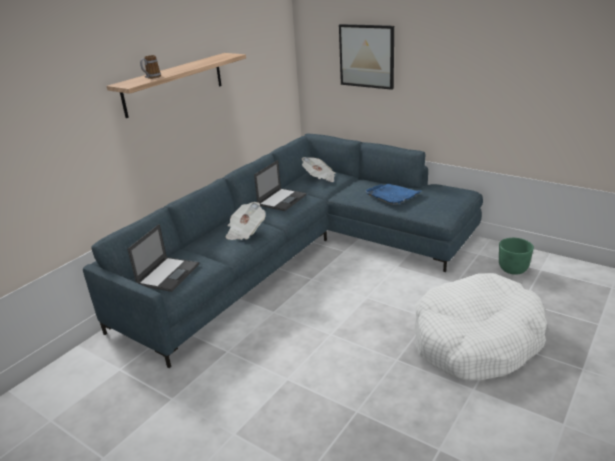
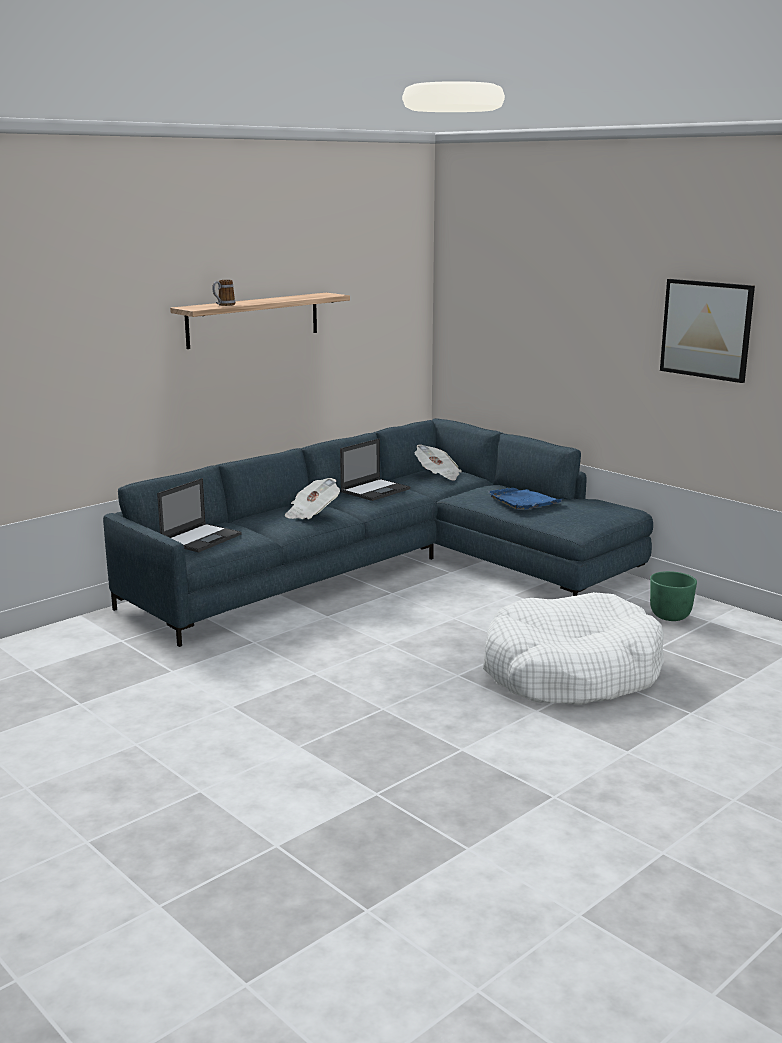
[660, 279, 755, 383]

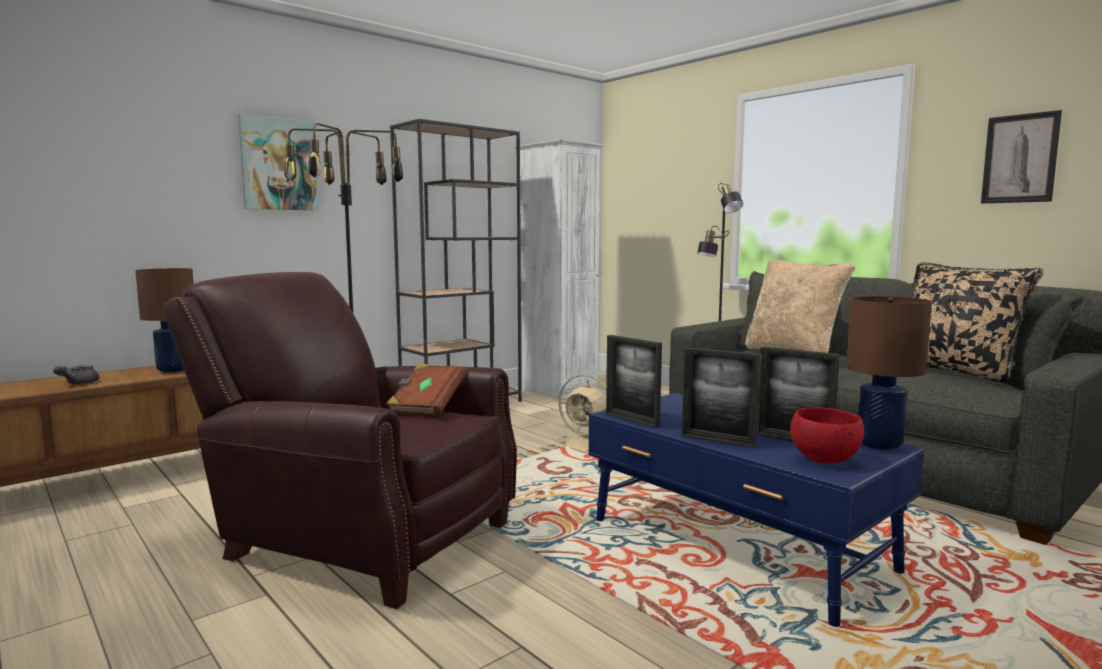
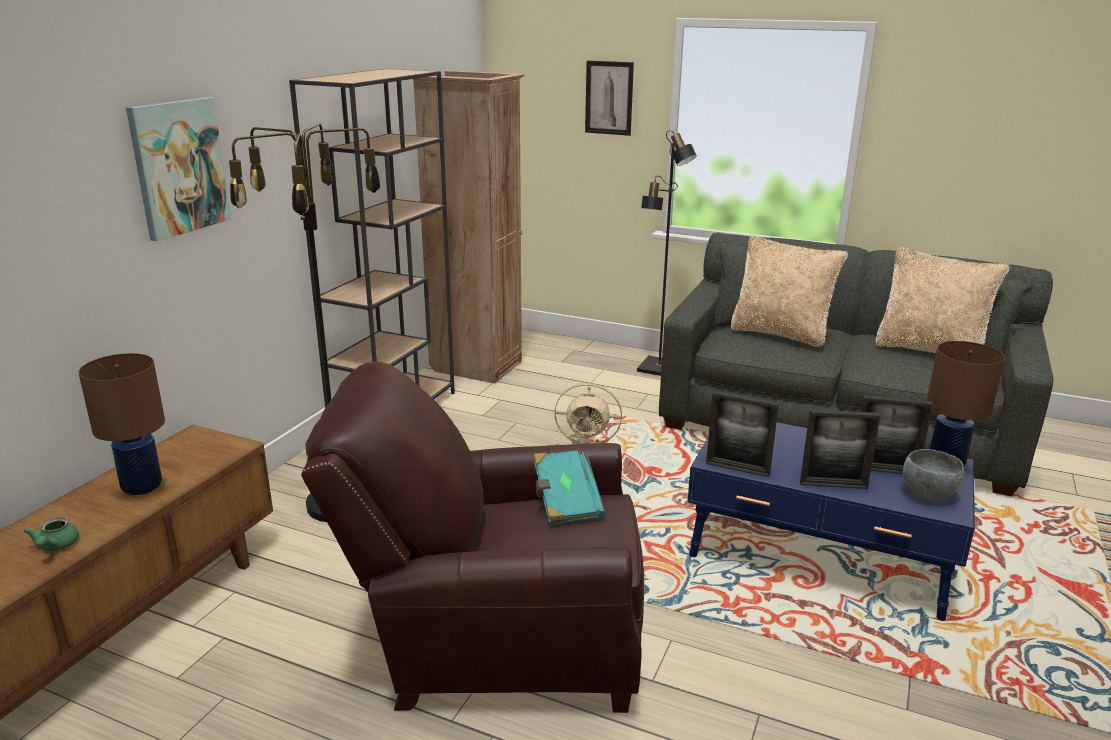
[24, 517, 79, 551]
[534, 450, 606, 525]
[413, 70, 525, 383]
[903, 449, 964, 500]
[875, 247, 1010, 354]
[585, 61, 634, 136]

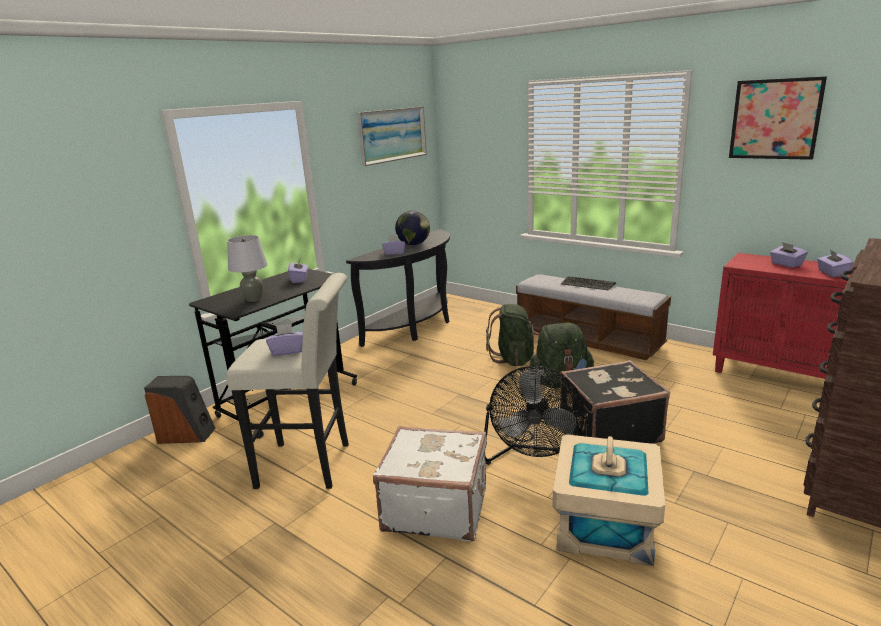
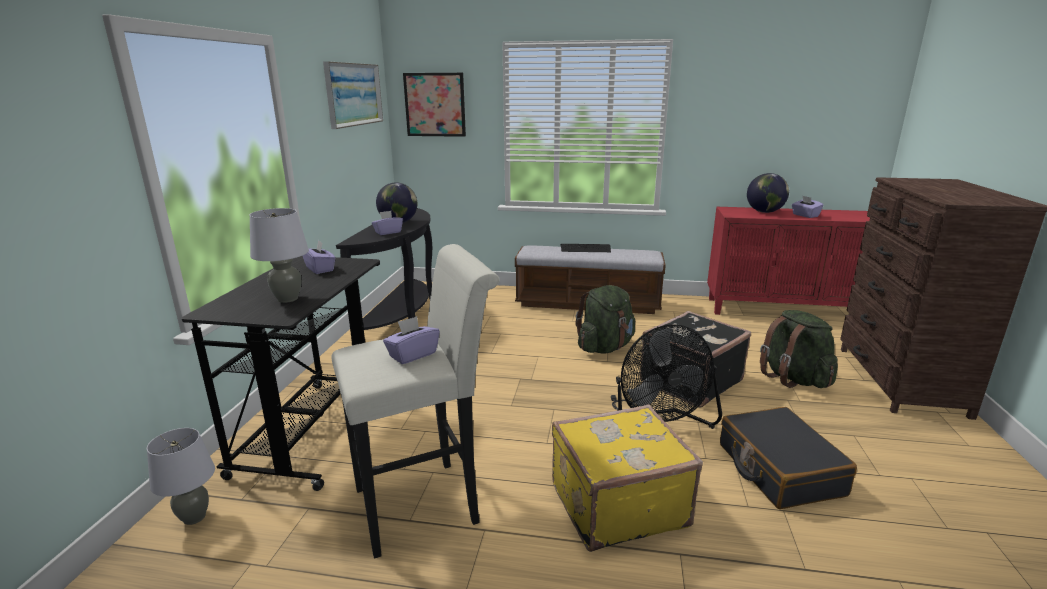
[147, 428, 215, 525]
[552, 404, 703, 552]
[760, 310, 838, 388]
[720, 407, 857, 509]
[403, 73, 466, 137]
[747, 173, 789, 213]

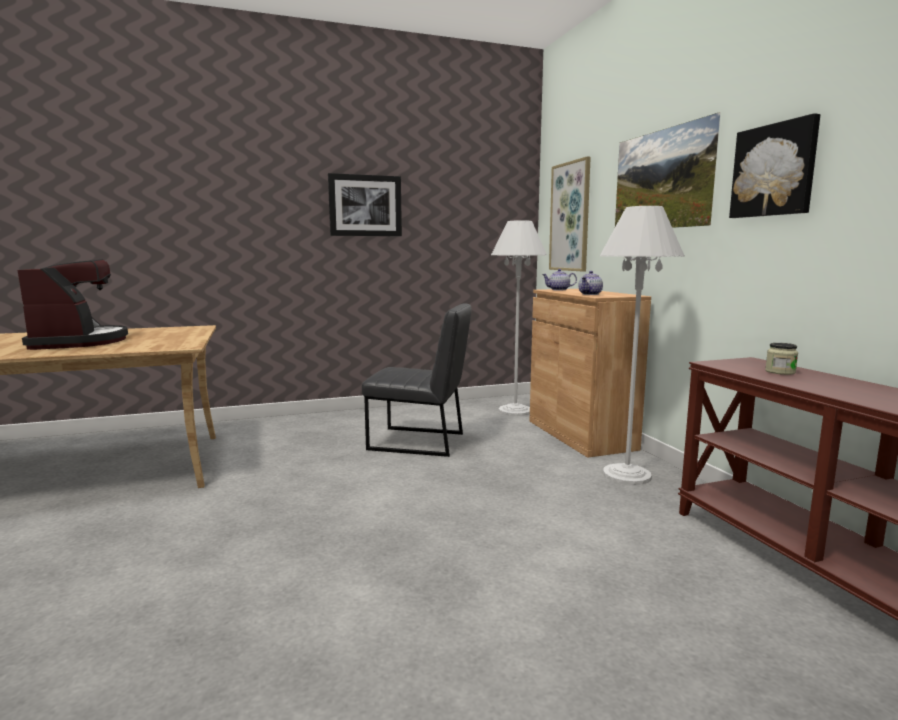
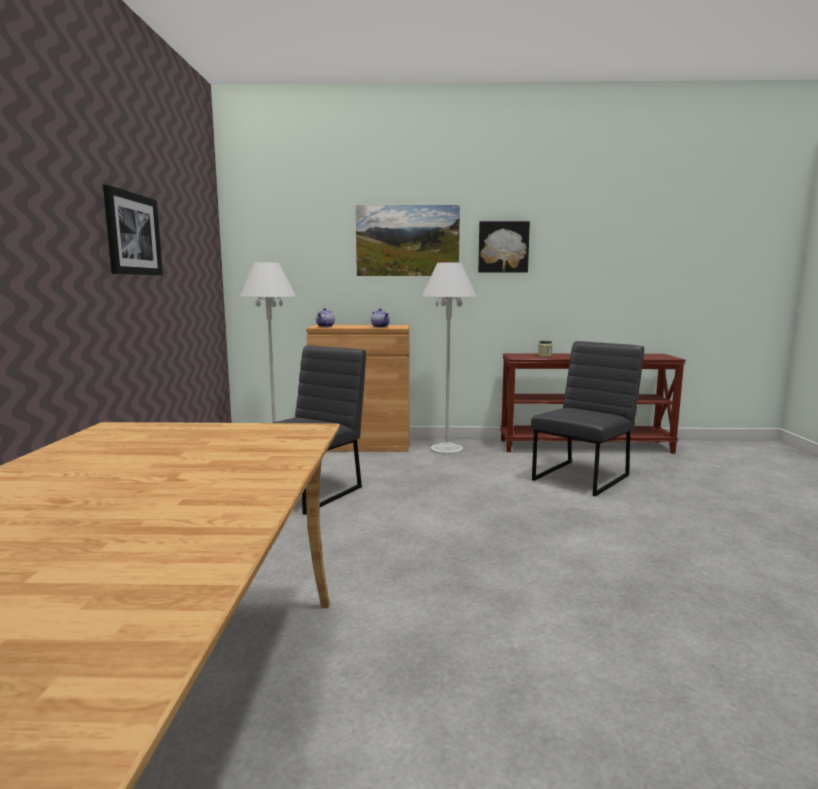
[17, 259, 128, 350] (first image)
[549, 156, 591, 272] (first image)
[531, 341, 644, 497]

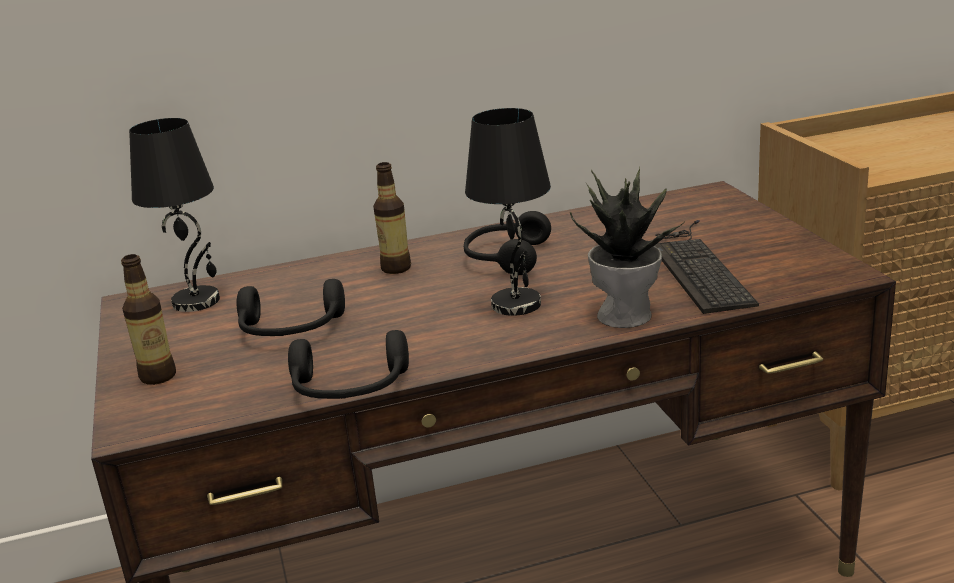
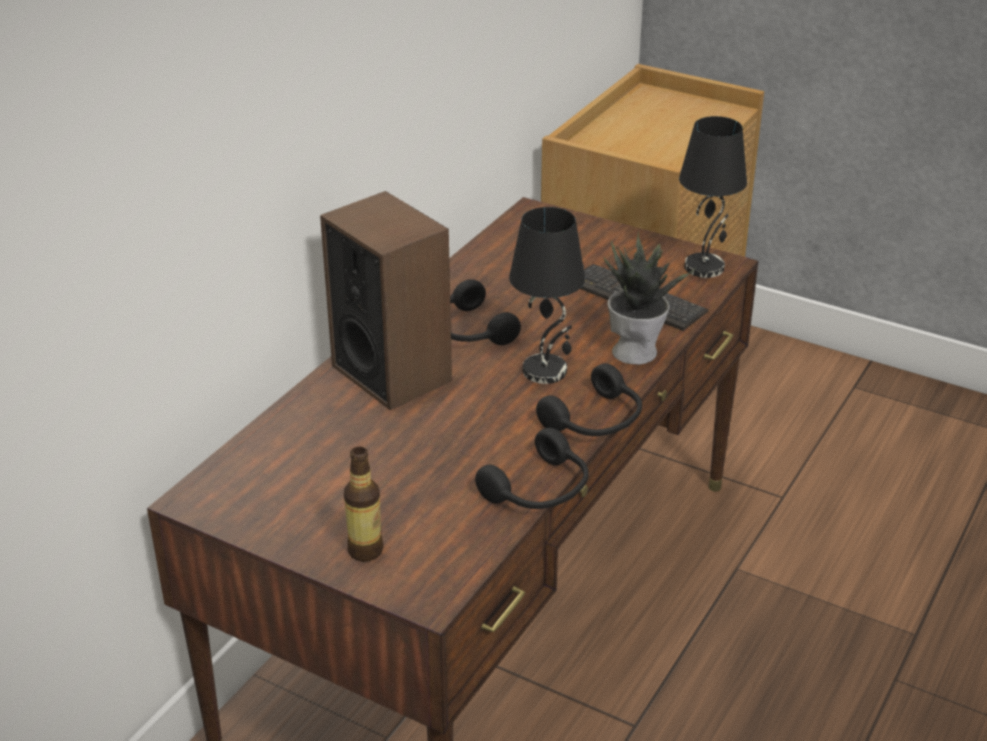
[679, 116, 747, 278]
[536, 363, 642, 436]
[320, 191, 452, 410]

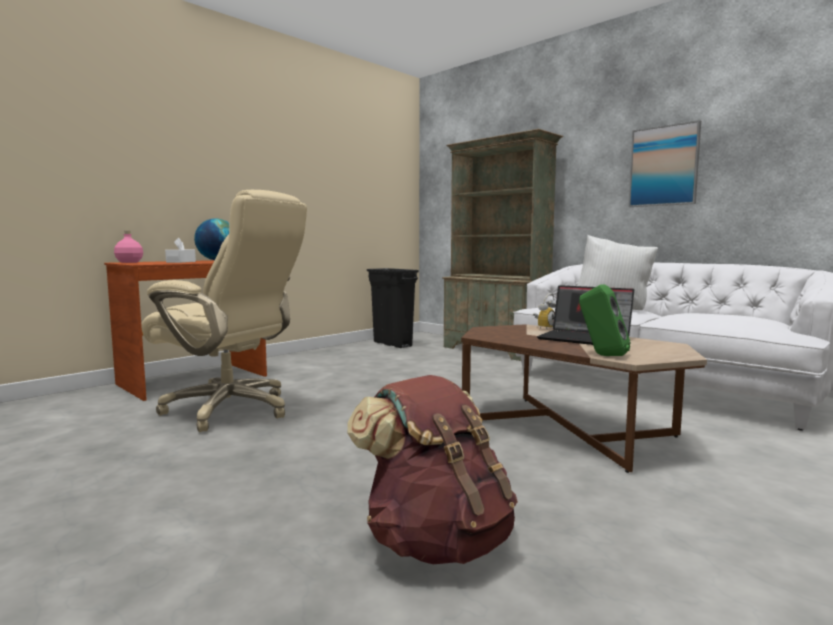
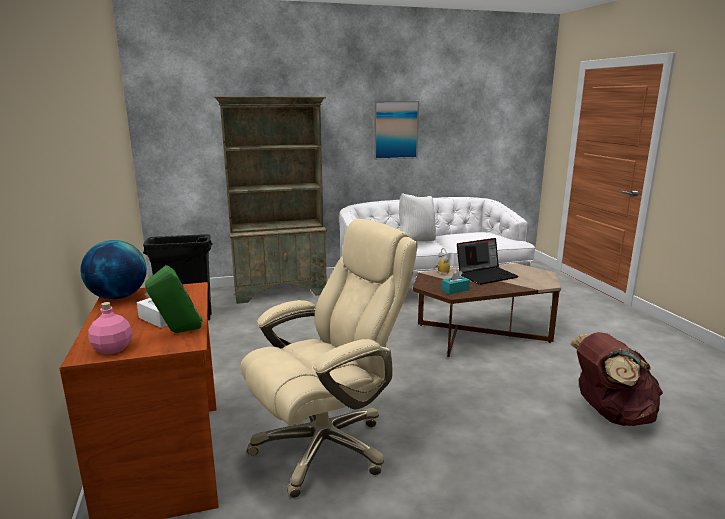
[145, 265, 202, 333]
[441, 270, 470, 294]

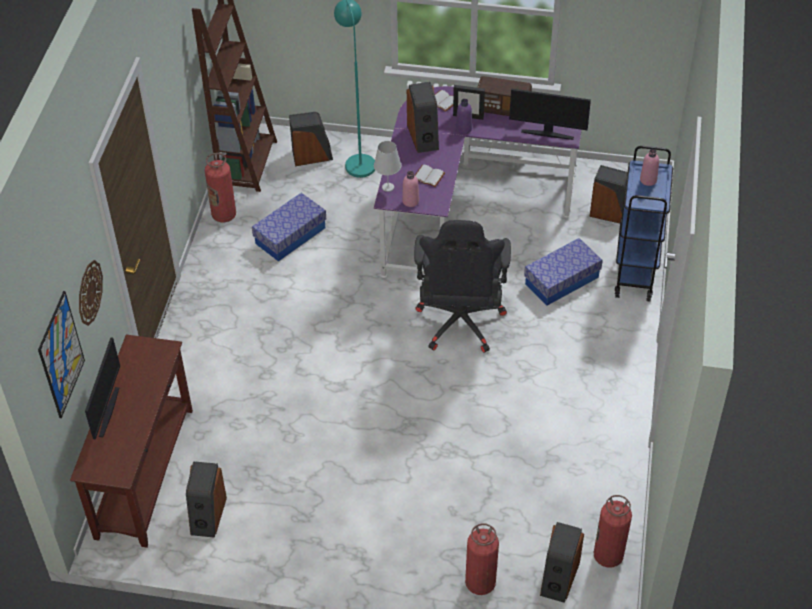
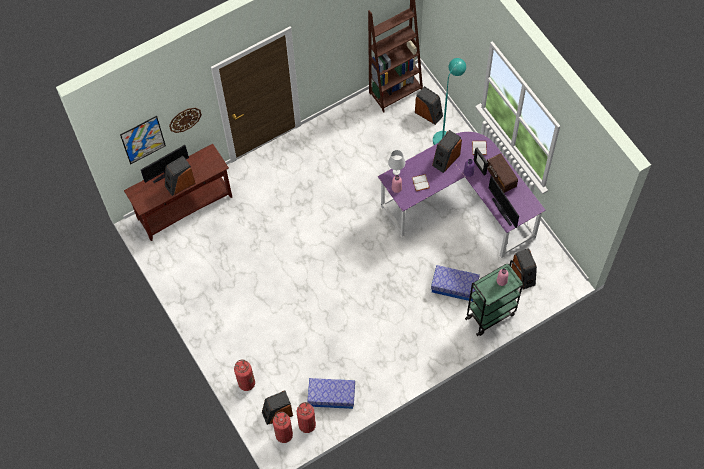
[165, 156, 196, 196]
[273, 412, 293, 443]
[307, 378, 355, 409]
[414, 220, 511, 353] (first image)
[465, 260, 525, 336]

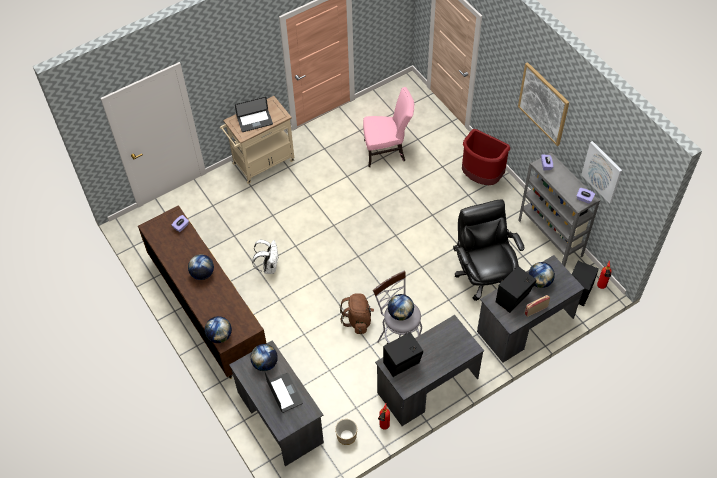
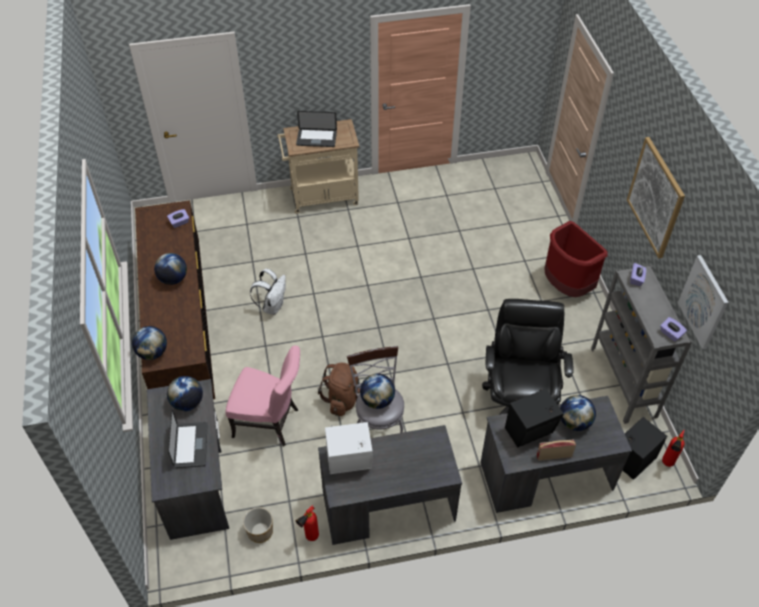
[226, 345, 300, 446]
[325, 421, 373, 474]

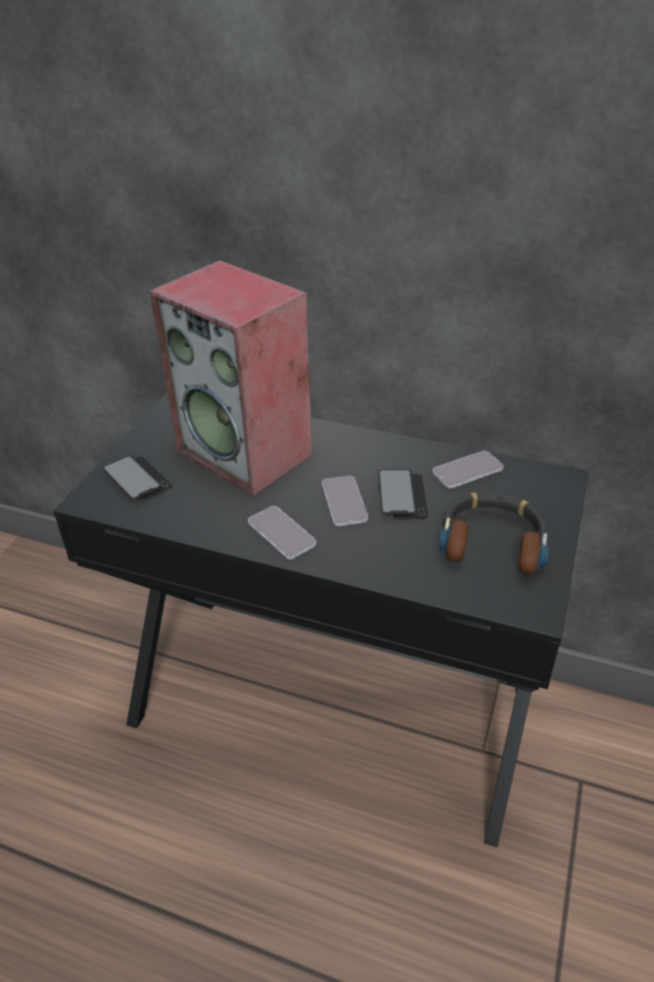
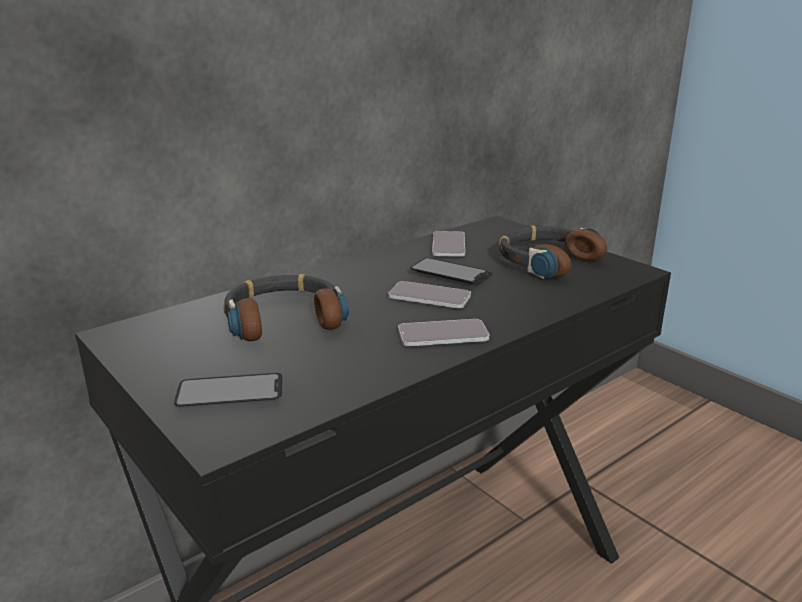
[224, 274, 349, 341]

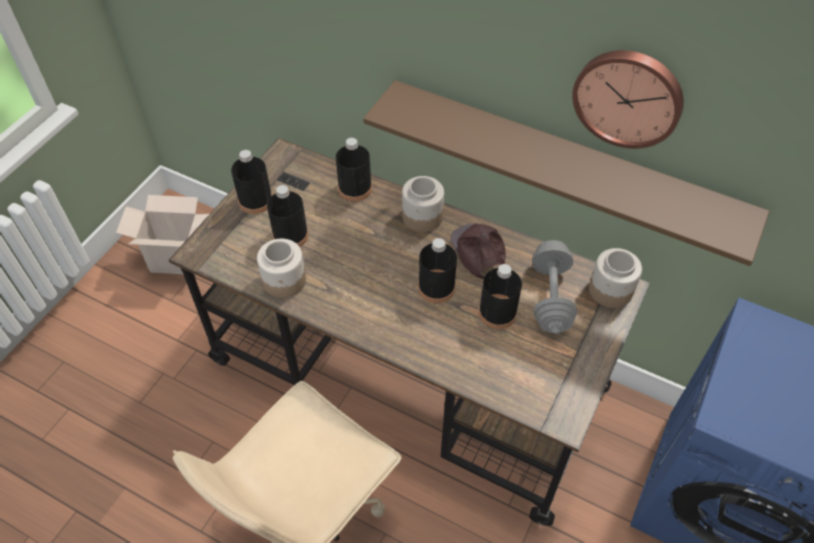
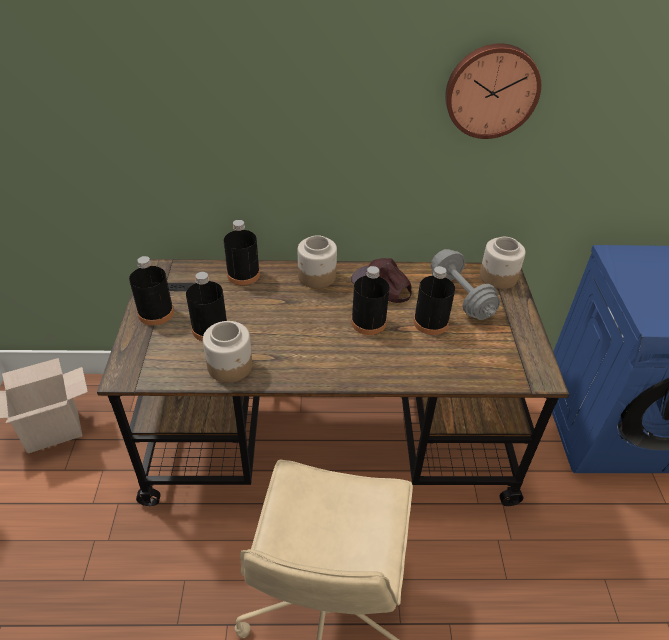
[363, 80, 770, 266] (first image)

